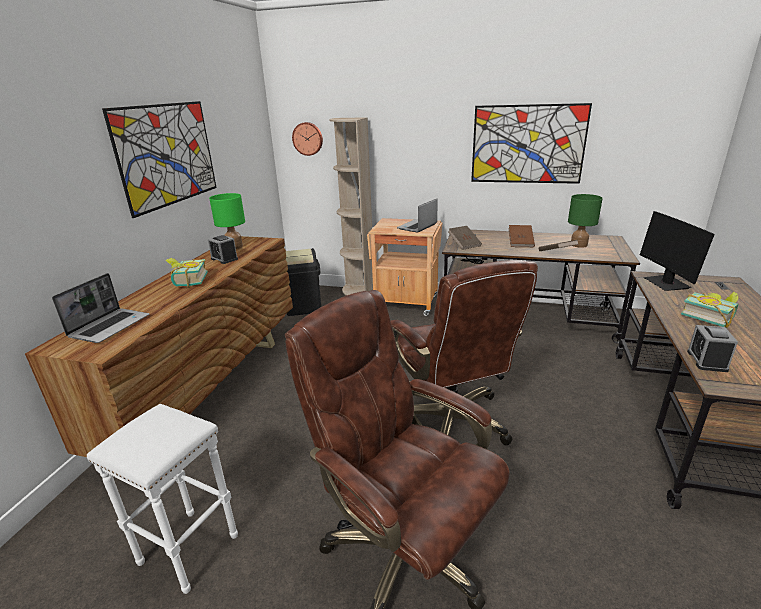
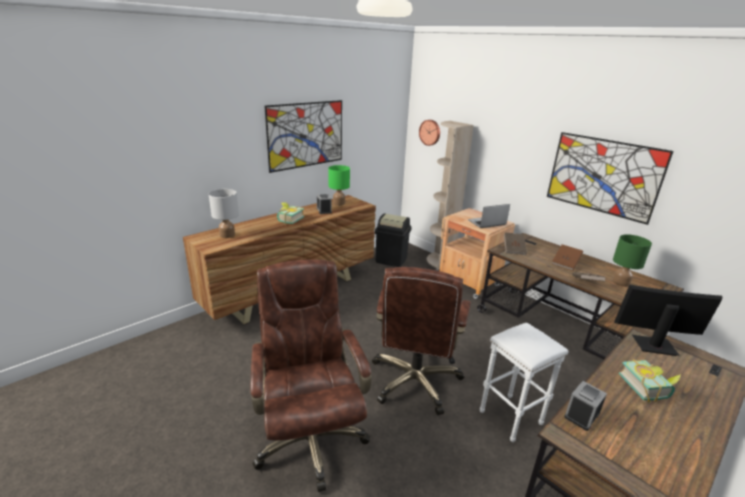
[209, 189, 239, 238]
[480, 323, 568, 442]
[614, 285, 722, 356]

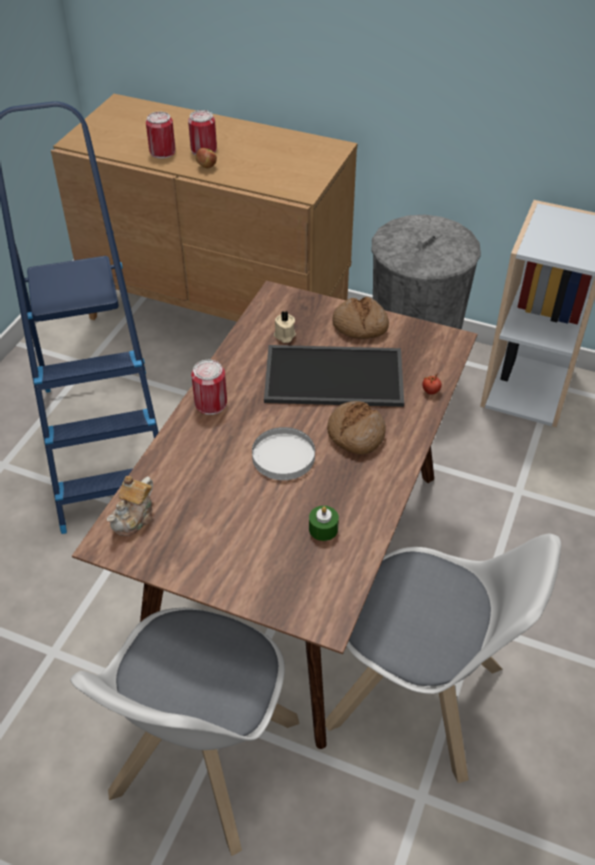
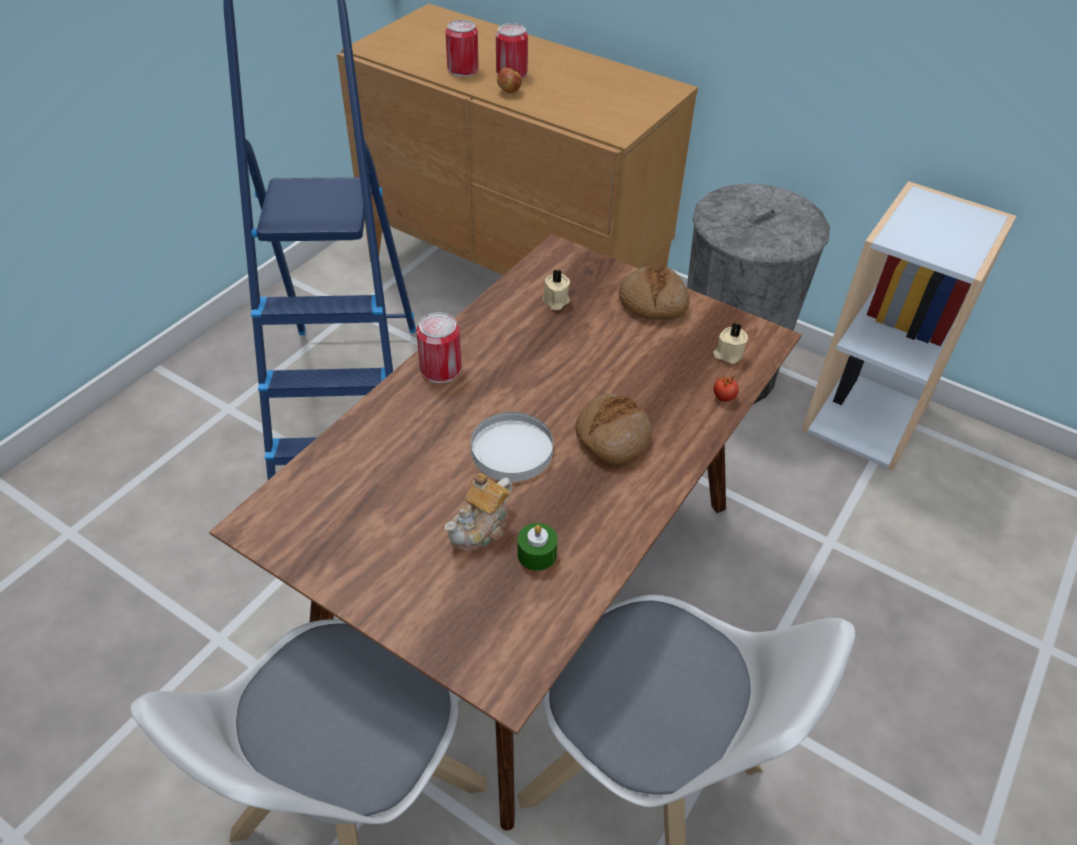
[445, 473, 512, 552]
[264, 345, 404, 407] (first image)
[713, 323, 748, 364]

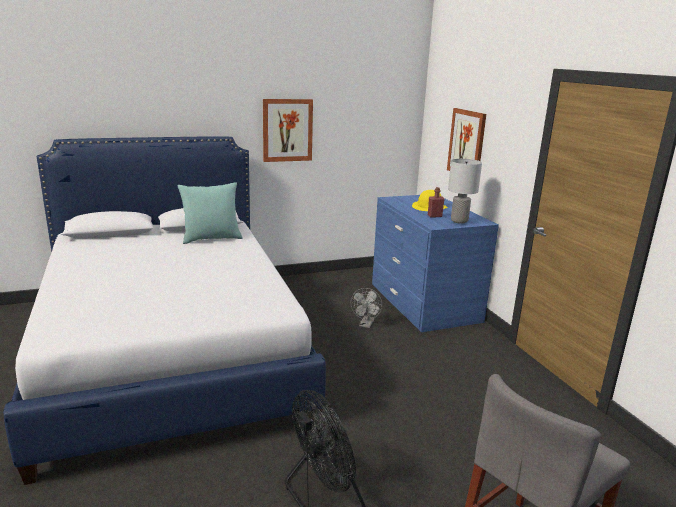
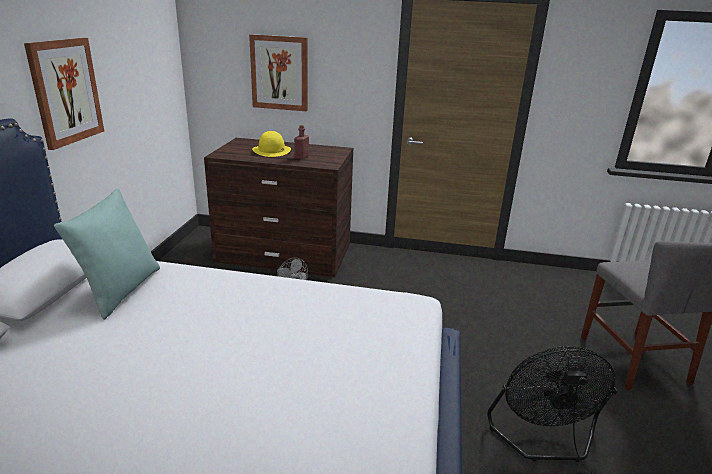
[204, 138, 353, 277]
[448, 159, 482, 224] (first image)

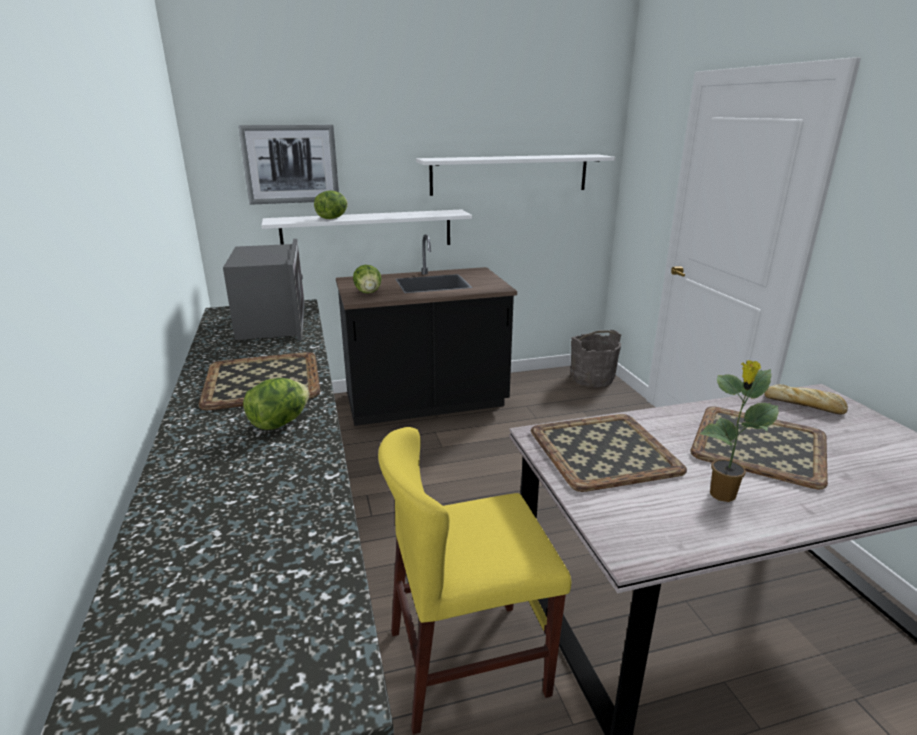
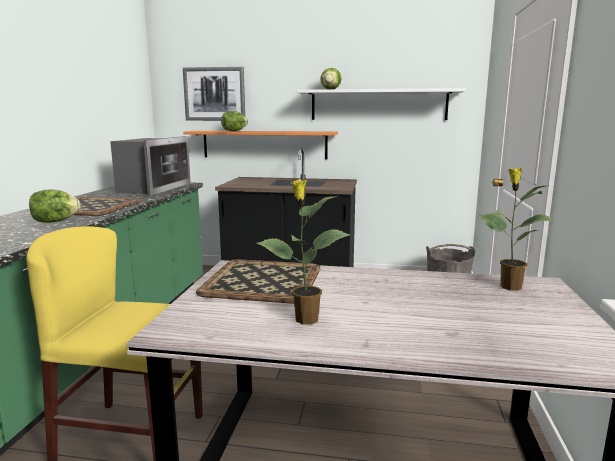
[183, 131, 338, 159]
[320, 68, 342, 89]
[691, 407, 828, 489] (first image)
[480, 168, 554, 291]

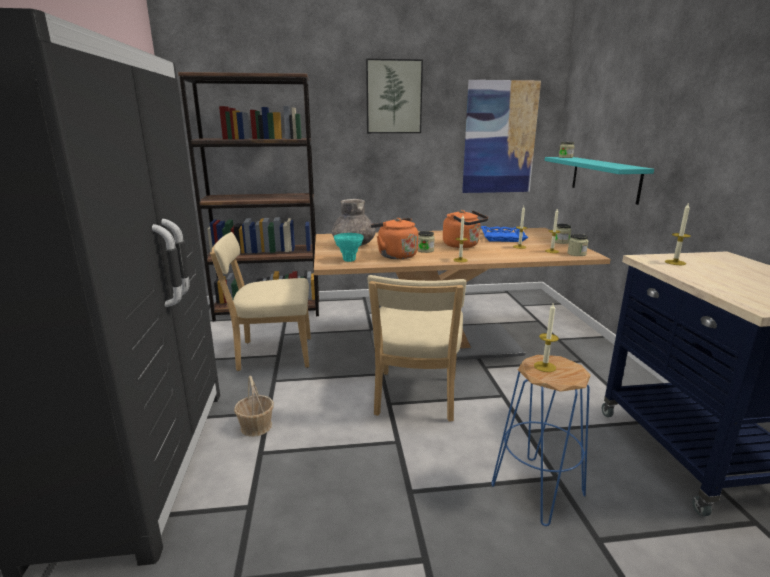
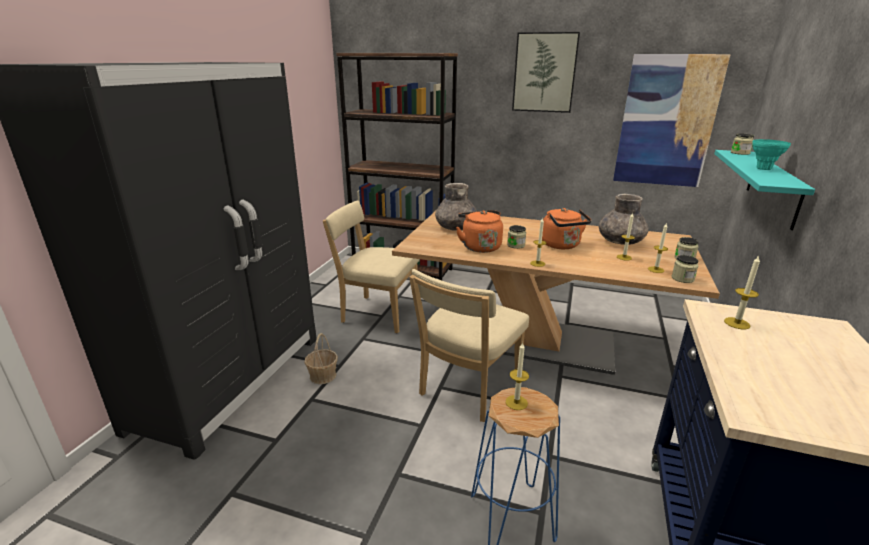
[752, 139, 791, 170]
[599, 194, 649, 245]

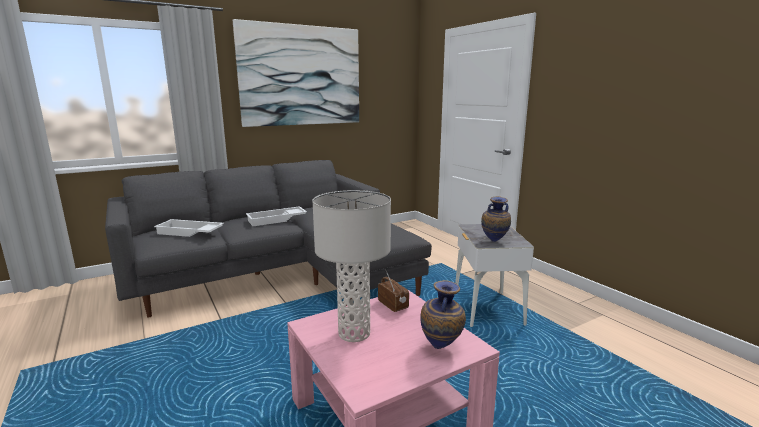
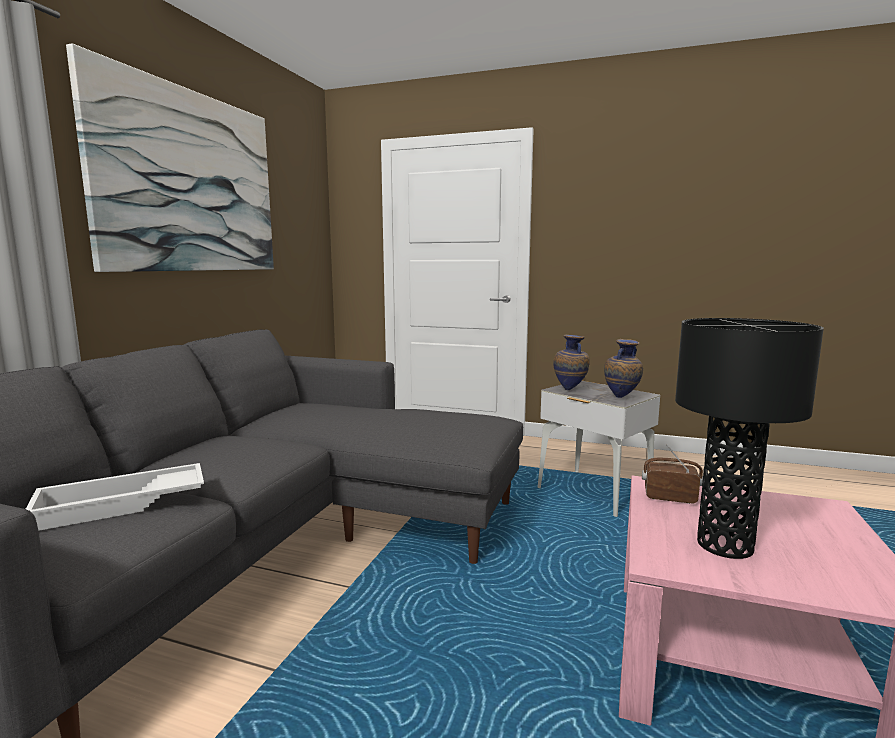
[246, 206, 307, 226] (first image)
[675, 318, 824, 559]
[553, 335, 589, 390]

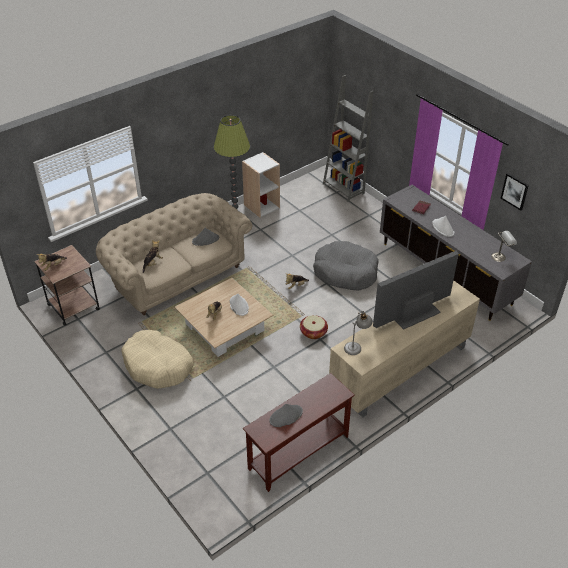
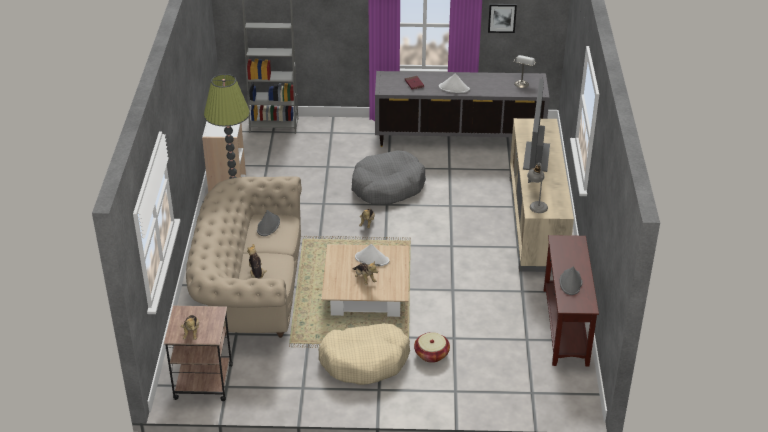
[414, 332, 450, 363]

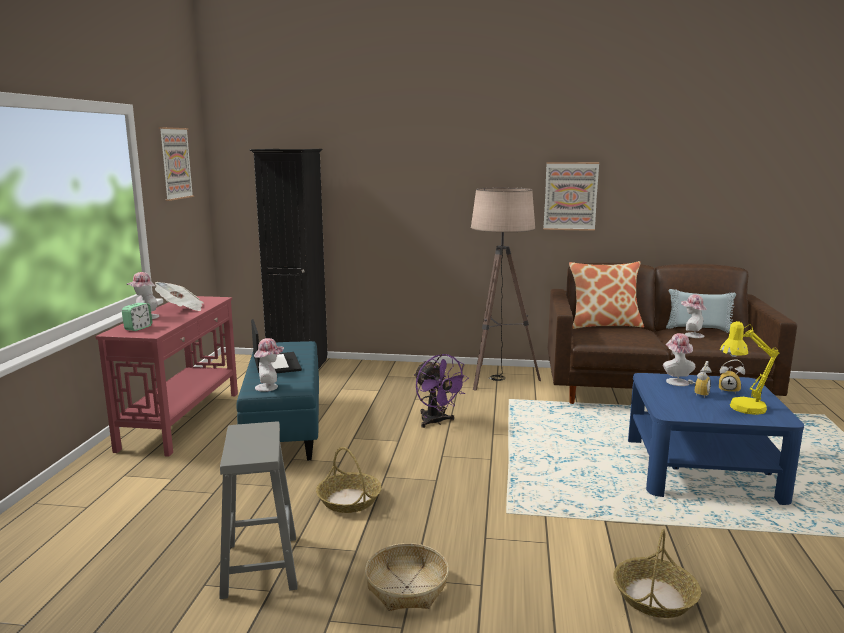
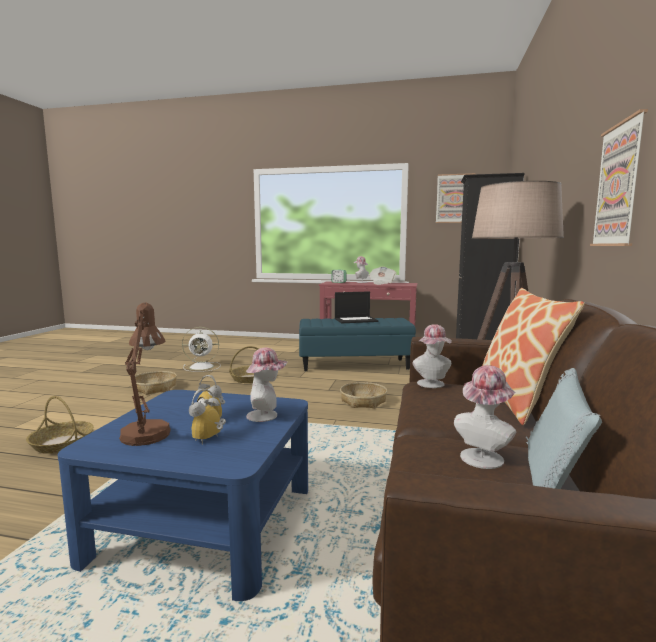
[182, 327, 221, 372]
[412, 324, 452, 388]
[340, 382, 387, 409]
[119, 302, 171, 446]

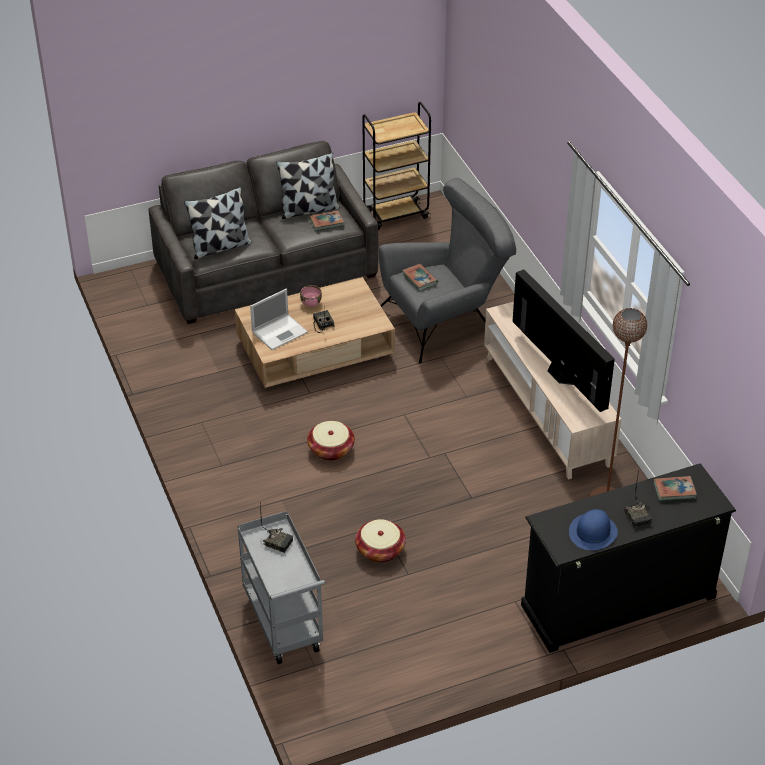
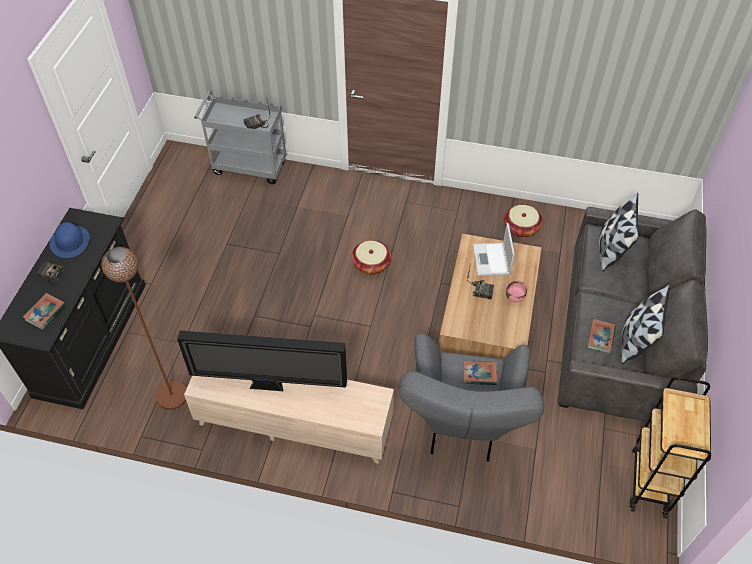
[504, 205, 543, 237]

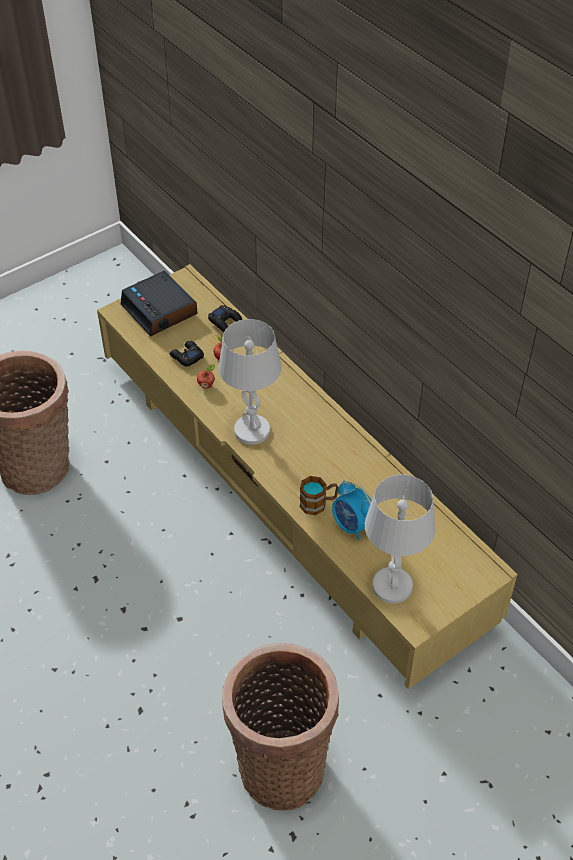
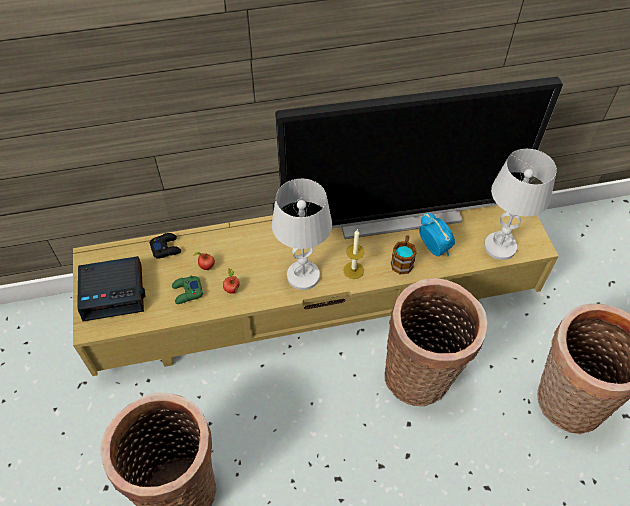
[172, 276, 203, 304]
[419, 212, 455, 256]
[275, 77, 563, 239]
[343, 230, 365, 279]
[385, 278, 487, 406]

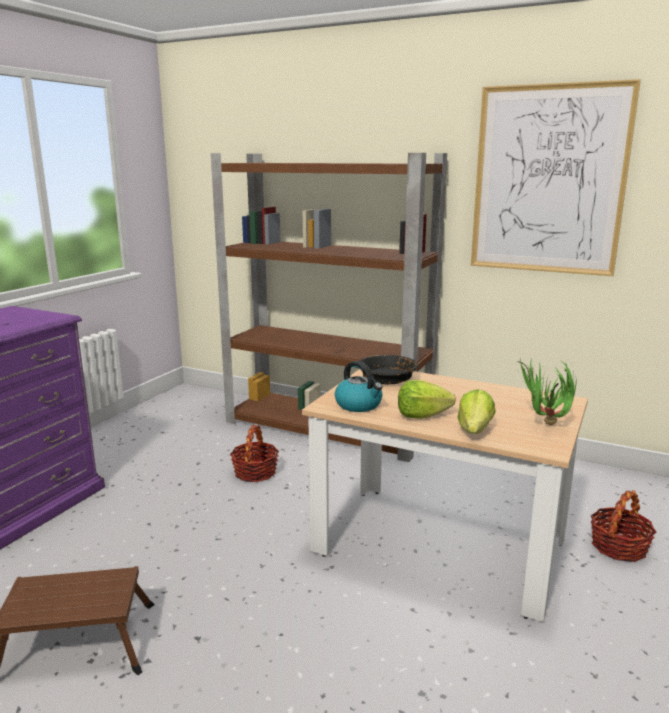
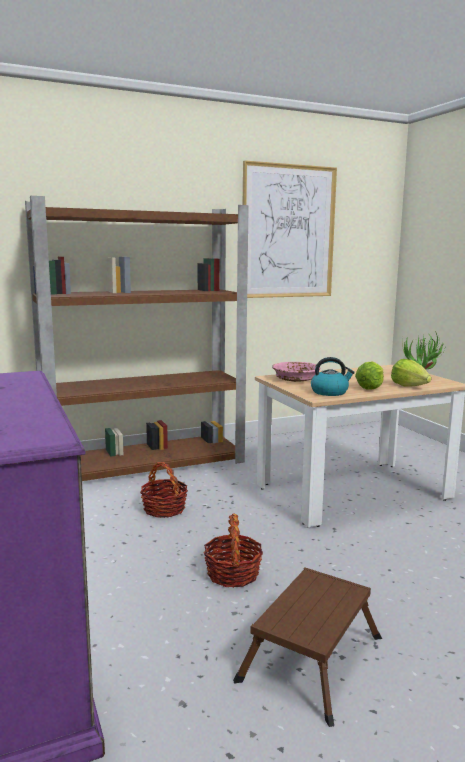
[272, 362, 321, 382]
[204, 513, 263, 588]

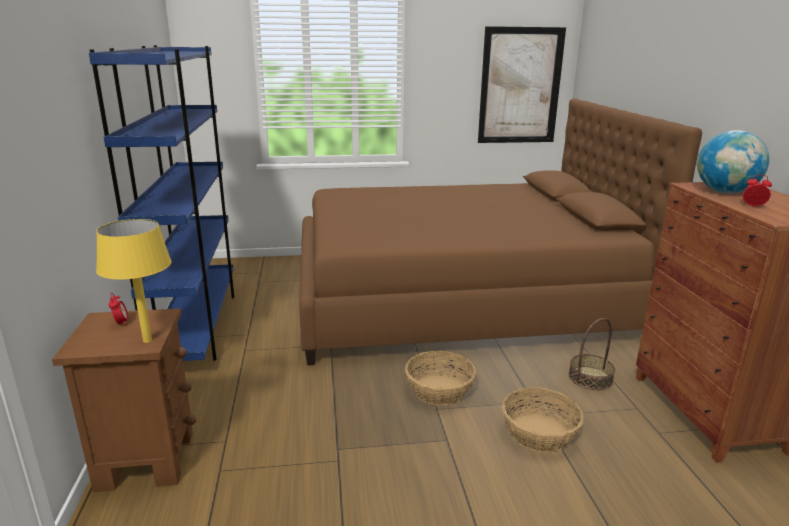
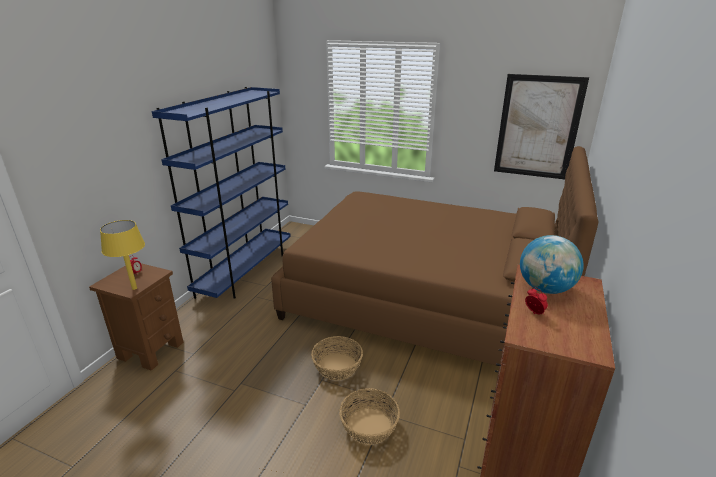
[568, 318, 615, 390] (first image)

